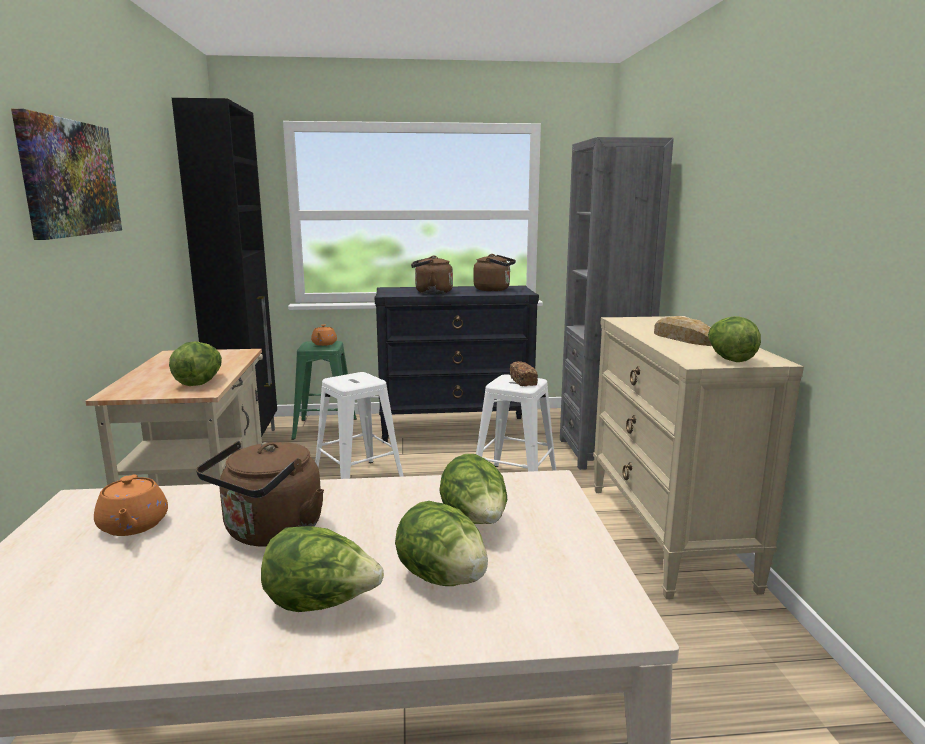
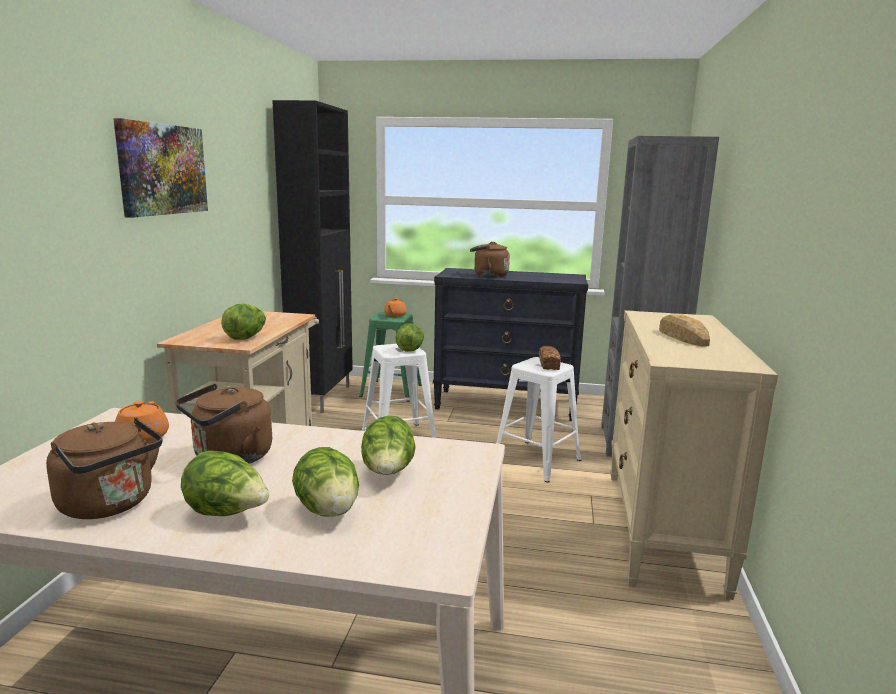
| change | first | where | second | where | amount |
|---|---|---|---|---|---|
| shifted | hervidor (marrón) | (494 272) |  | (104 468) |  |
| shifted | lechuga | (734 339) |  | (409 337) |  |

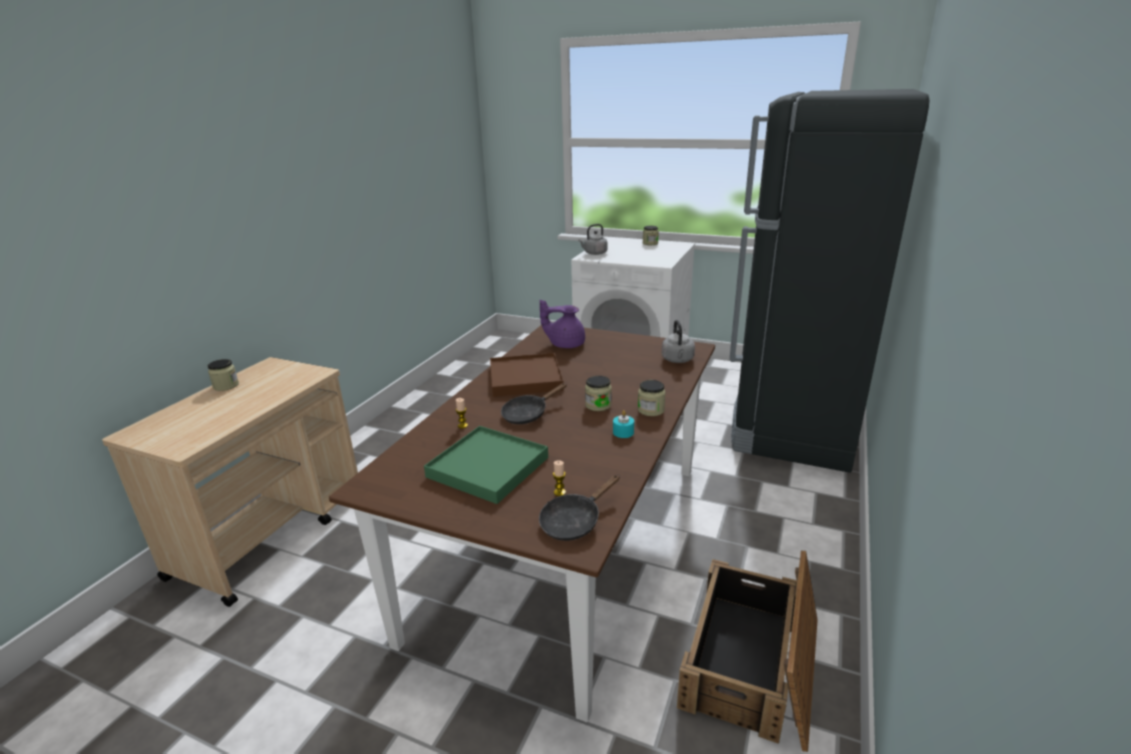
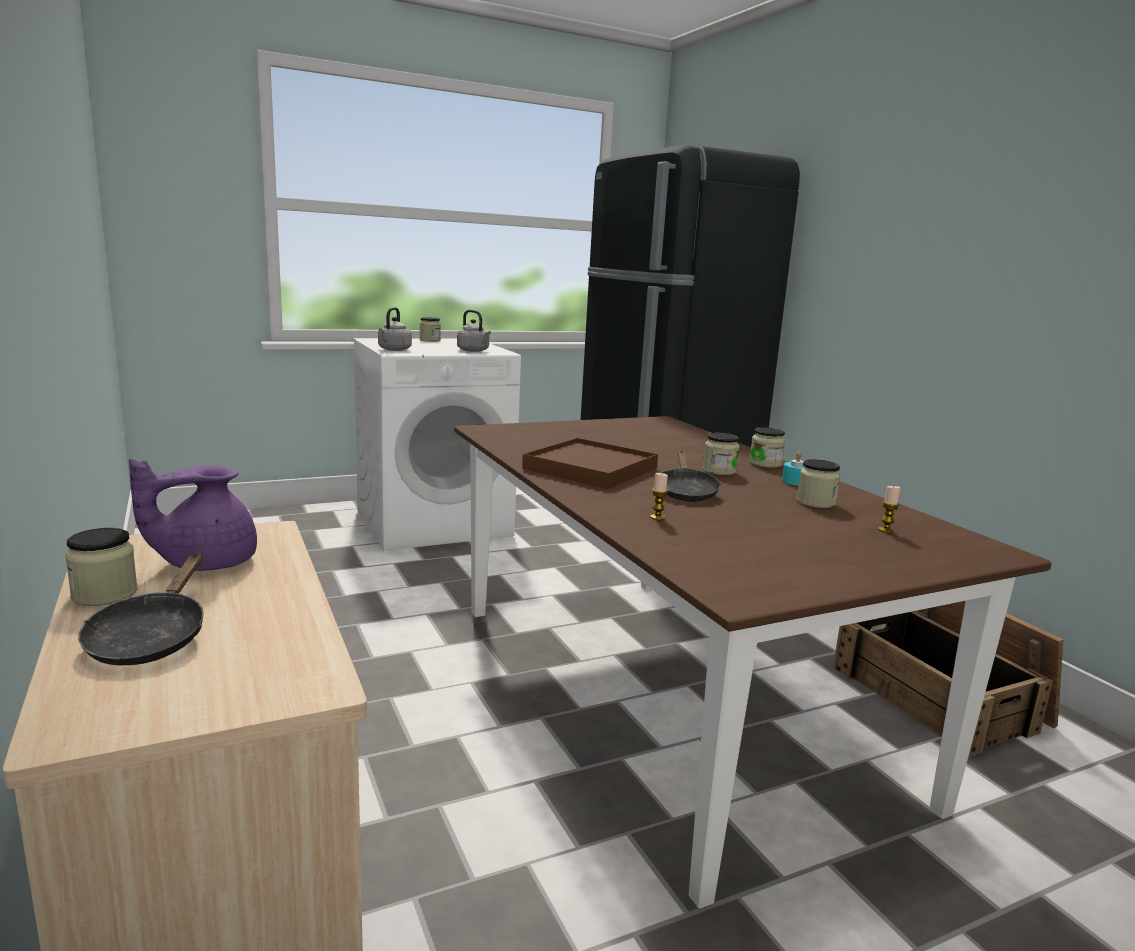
| change | first | where | second | where | amount |
|---|---|---|---|---|---|
| shifted | sartén (negro) | (579 507) |  | (141 609) |  |
| shifted | tetera (morado) | (562 323) |  | (193 515) |  |
| shifted | hervidor (gris) | (678 341) |  | (474 331) |  |
| new |  |  | tarro | (818 483) |  |
| gone | bandeja (verde) | (486 465) |  |  |  |

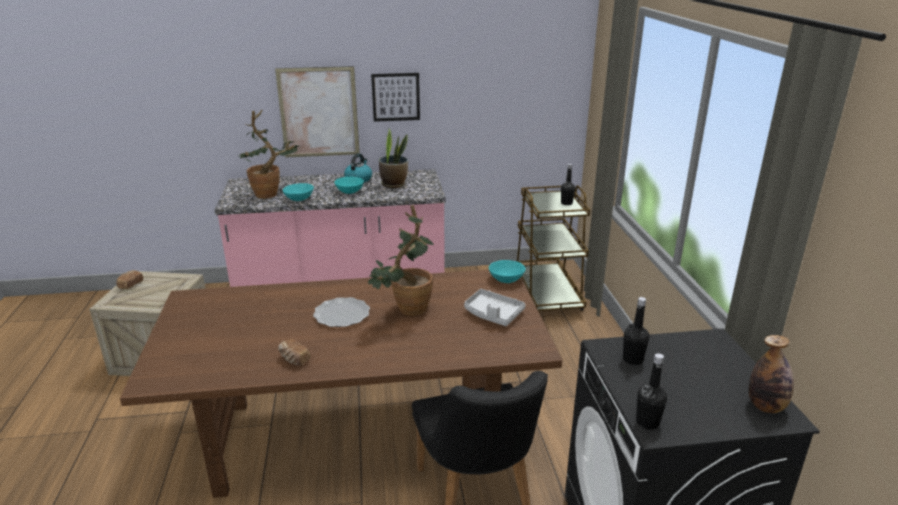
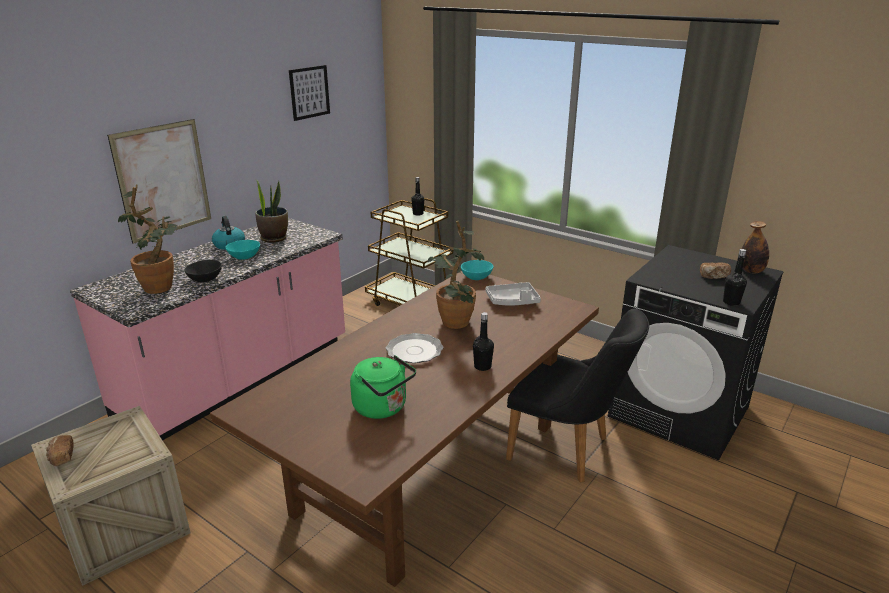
| change | first | where | second | where | amount |
|---|---|---|---|---|---|
| repainted | cuenco (turquesa) | (298 192) | cuenco (negro) | (203 271) |  |
| shifted | cuadro | (395 97) |  | (309 93) |  |
| new |  |  | hervidor (verde) | (383 387) |  |
| shifted | botella (negro) | (636 331) |  | (483 341) |  |
| shifted | pan | (294 352) |  | (715 270) |  |

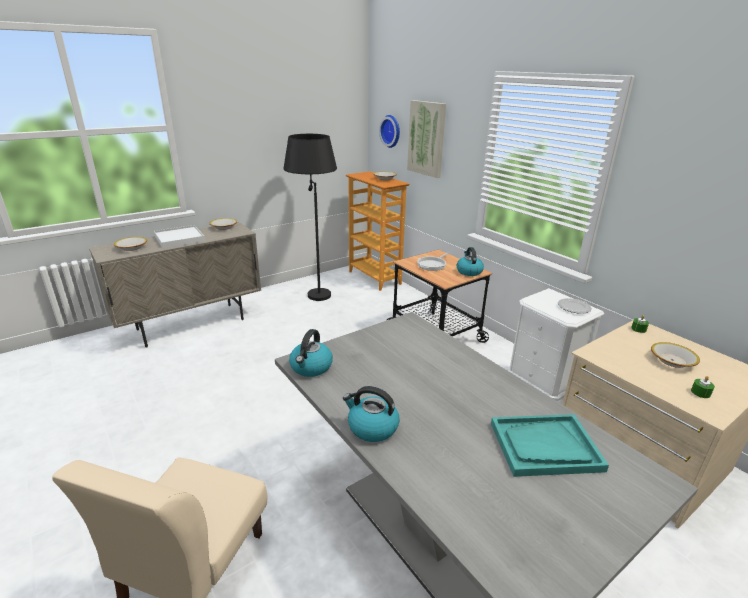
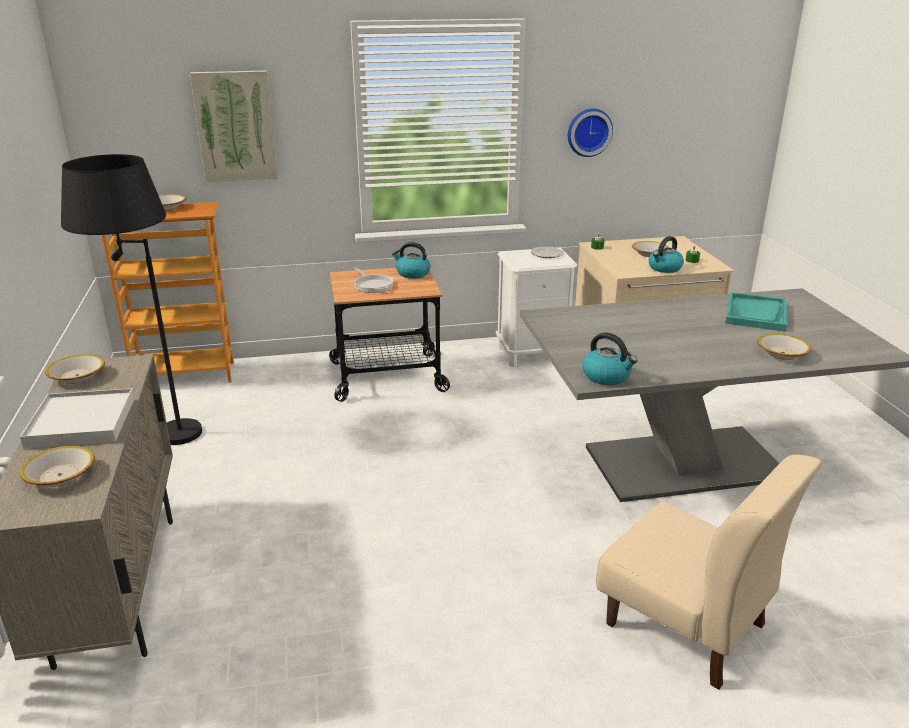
| change | first | where | second | where | amount |
|---|---|---|---|---|---|
| shifted | reloj de pared | (389 131) |  | (590 132) |  |
| shifted | hervidor | (371 414) |  | (666 254) |  |
| new |  |  | cuenco | (784 347) |  |

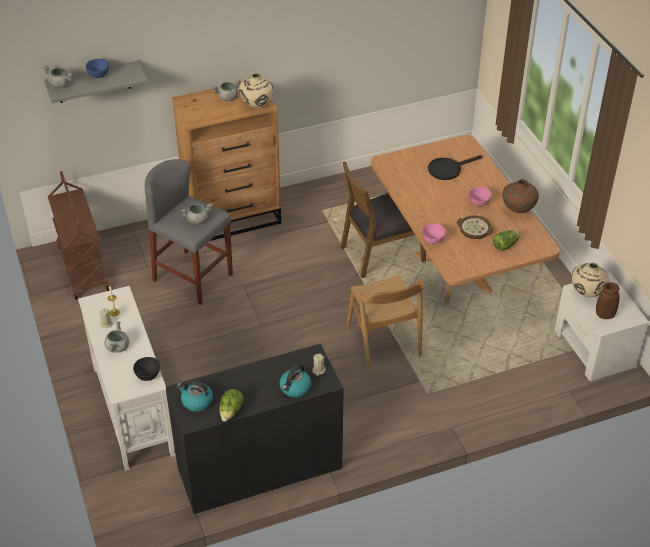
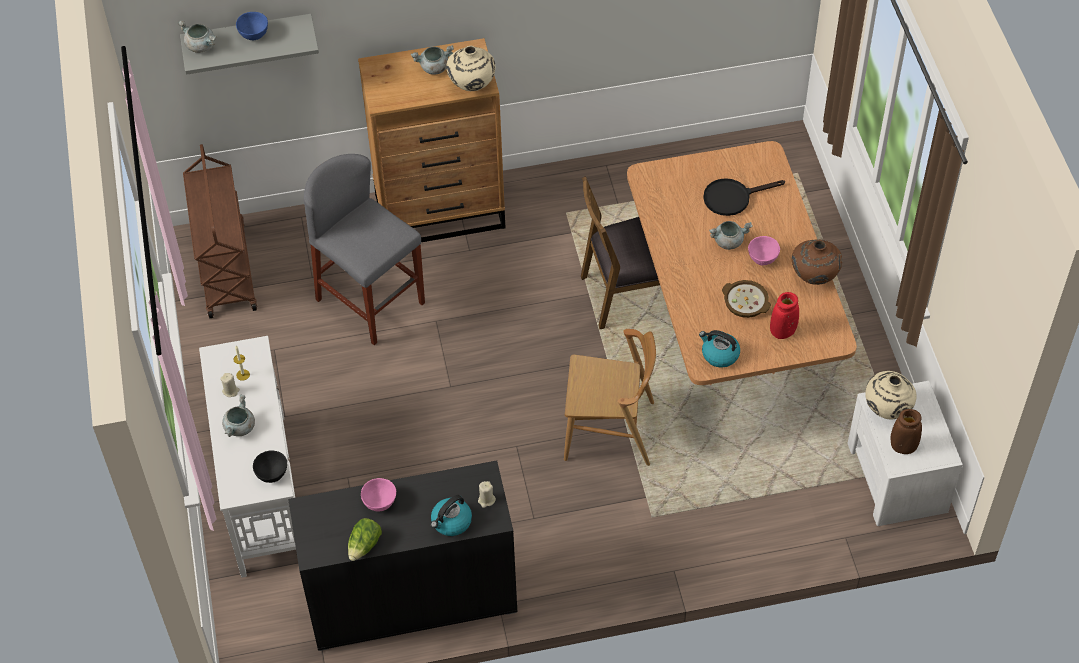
| change | first | where | second | where | amount |
|---|---|---|---|---|---|
| shifted | cuenco (rosa) | (434 234) |  | (378 494) |  |
| rotated | silla (marrón) | (385 322) |  | (610 397) | 75 degrees counterclockwise |
| shifted | hervidor | (195 396) |  | (719 349) |  |
| shifted | olla (gris) | (197 213) |  | (731 235) |  |
| swapped | lechuga | (506 240) | florero (rojo) | (784 315) |  |

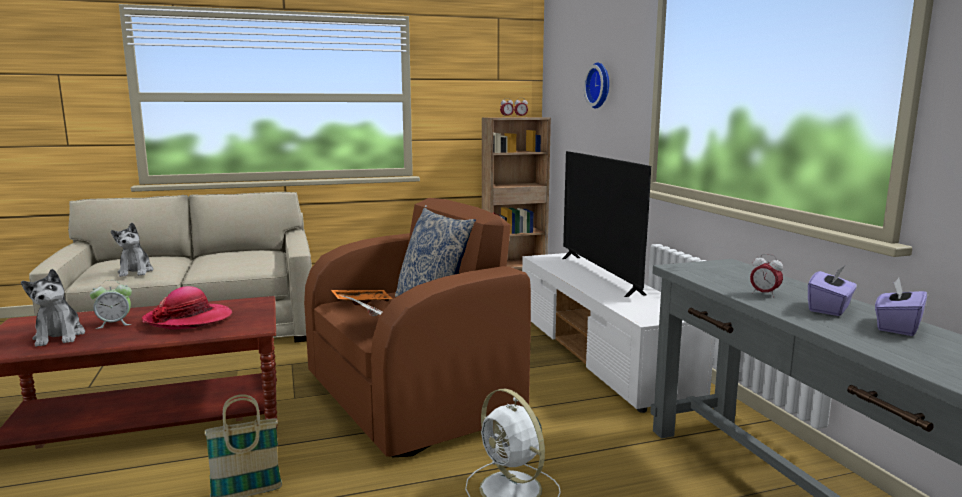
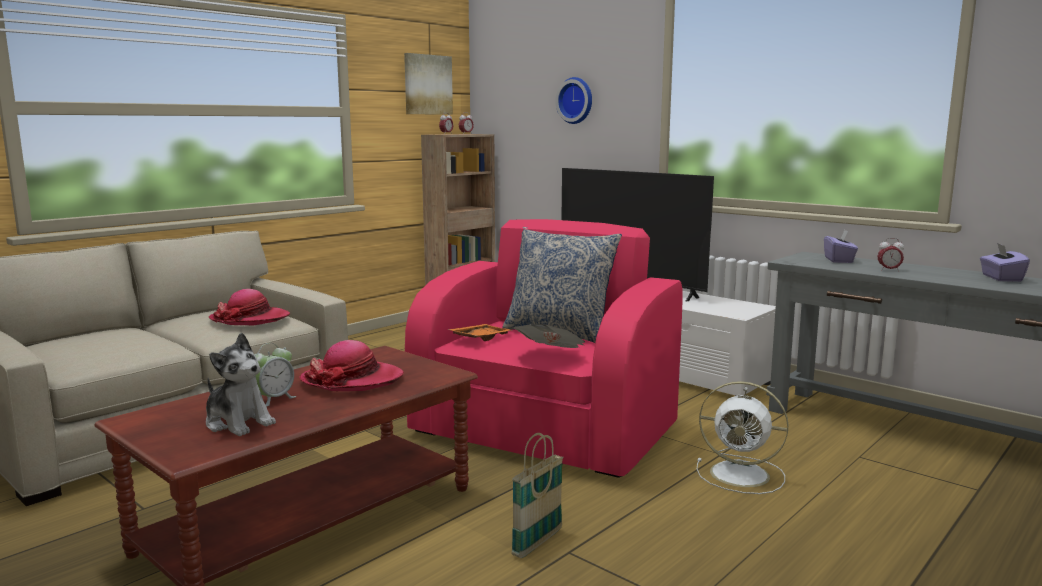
| change | first | where | second | where | amount |
|---|---|---|---|---|---|
| new |  |  | sombrero | (249 307) |  |
| new |  |  | cuadro | (428 84) |  |
| repainted | sillón (marrón) | (417 327) | sillón (rosa) | (544 348) |  |
| shifted | caja de pañuelos (morado) | (832 291) |  | (841 246) |  |
| gone | peluche | (132 250) |  |  |  |

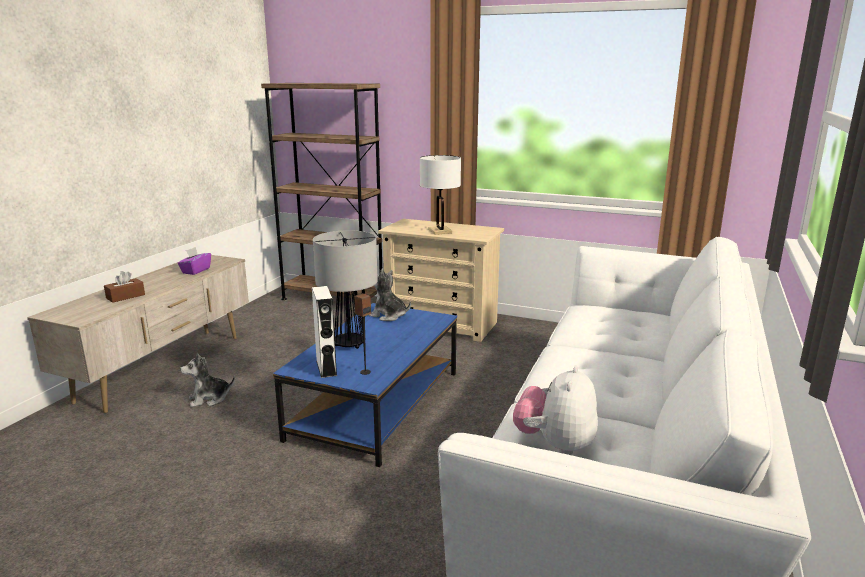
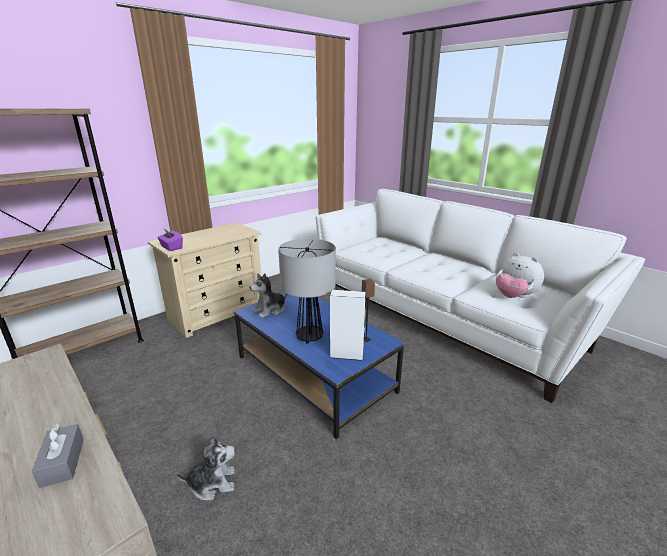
| change | first | where | second | where | amount |
|---|---|---|---|---|---|
| repainted | caja de pañuelos (marrón) | (124 287) | caja de pañuelos (gris) | (58 455) |  |
| shifted | caja de pañuelos (morado) | (194 261) |  | (170 240) |  |
| rotated | peluche | (207 380) |  | (205 467) | 105 degrees counterclockwise |
| gone | lámpara de mesa (blanco) | (440 195) |  |  |  |

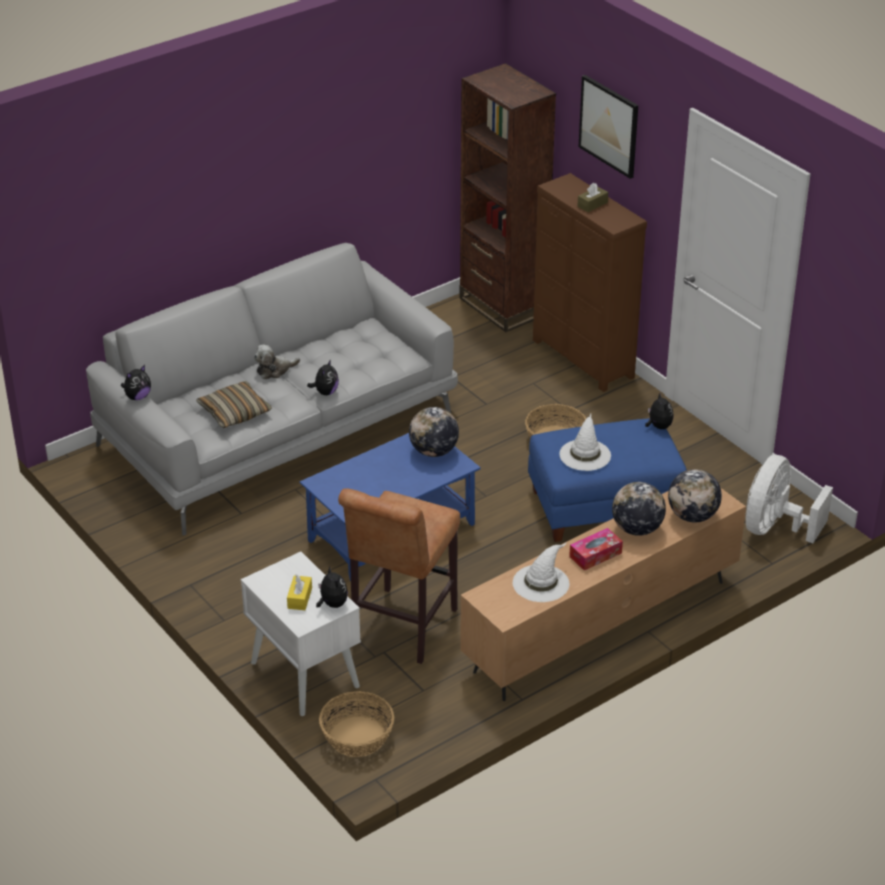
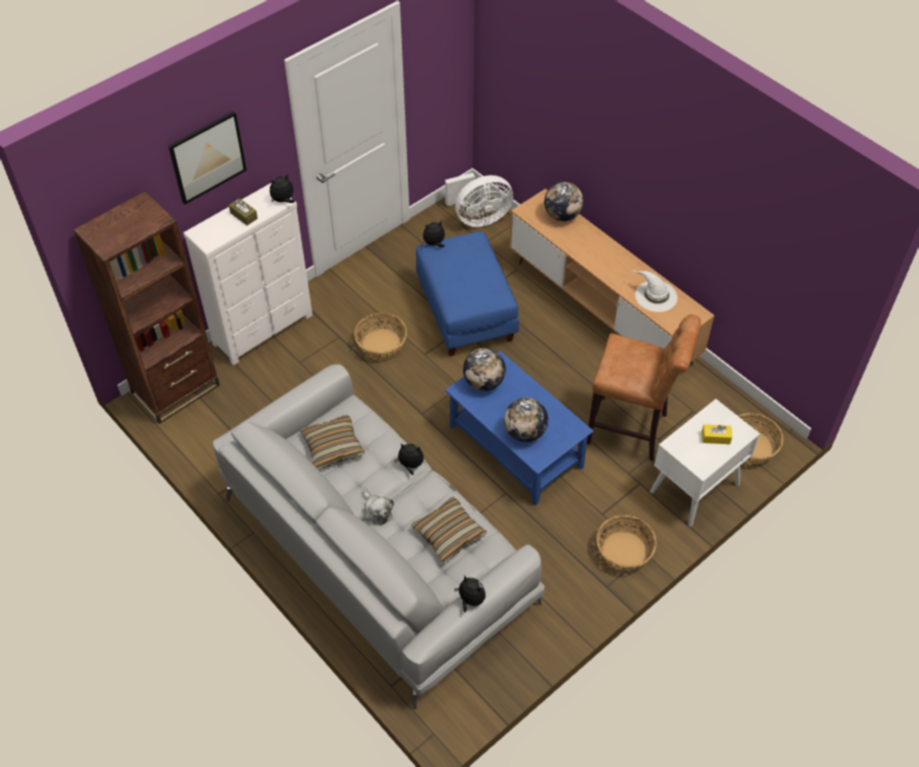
| change | first | where | second | where | amount |
|---|---|---|---|---|---|
| repainted | cómoda (marrón) | (590 282) | cómoda (blanco) | (248 274) |  |
| shifted | peluche | (332 587) |  | (282 188) |  |
| new |  |  | cojín | (332 442) |  |
| rotated | ventilador (blanco) | (789 499) |  | (479 200) | 45 degrees counterclockwise |
| shifted | globo terráqueo | (639 509) |  | (526 420) |  |
| new |  |  | cesta | (626 543) |  |
| gone | sombrero (blanco) | (585 442) |  |  |  |
| gone | caja de pañuelos | (596 549) |  |  |  |

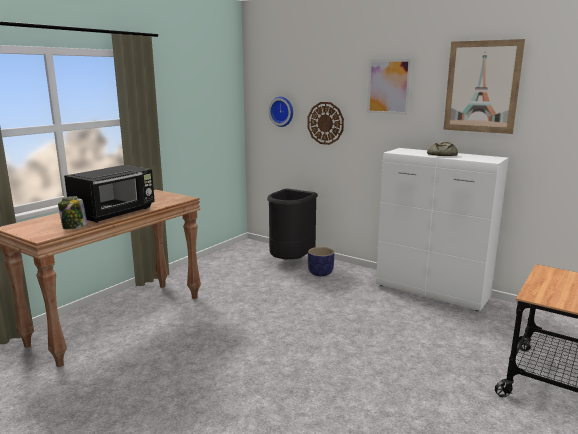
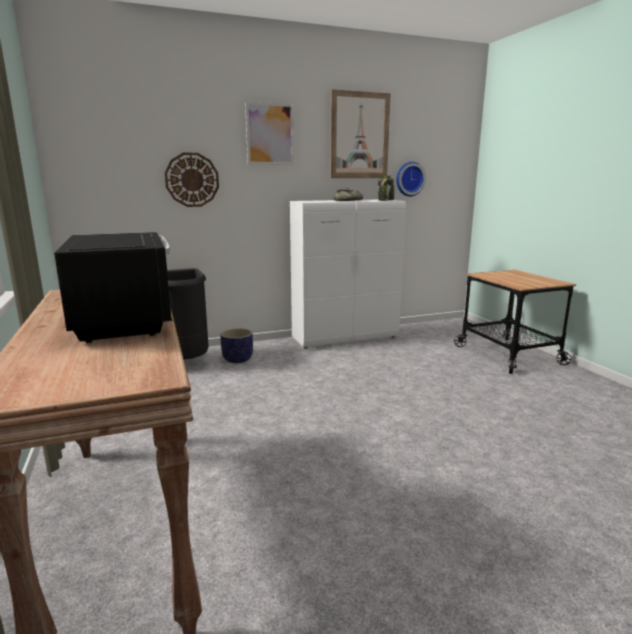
| change | first | where | second | where | amount |
|---|---|---|---|---|---|
| shifted | tarro | (73 212) |  | (386 188) |  |
| shifted | reloj de pared | (281 112) |  | (411 179) |  |

